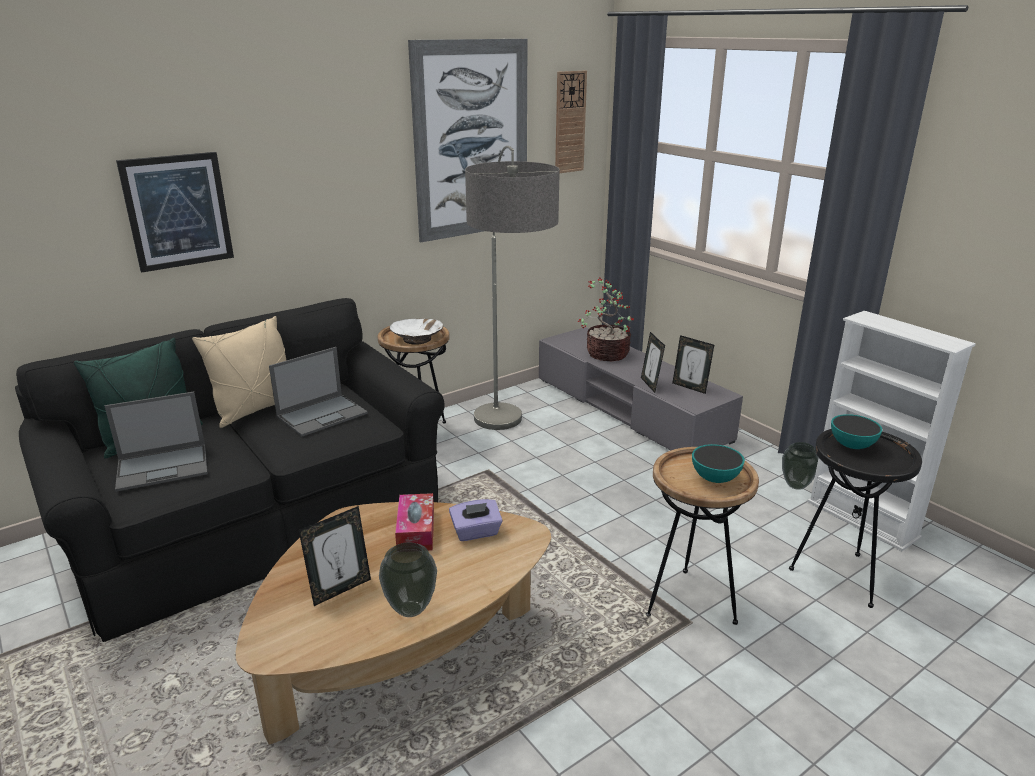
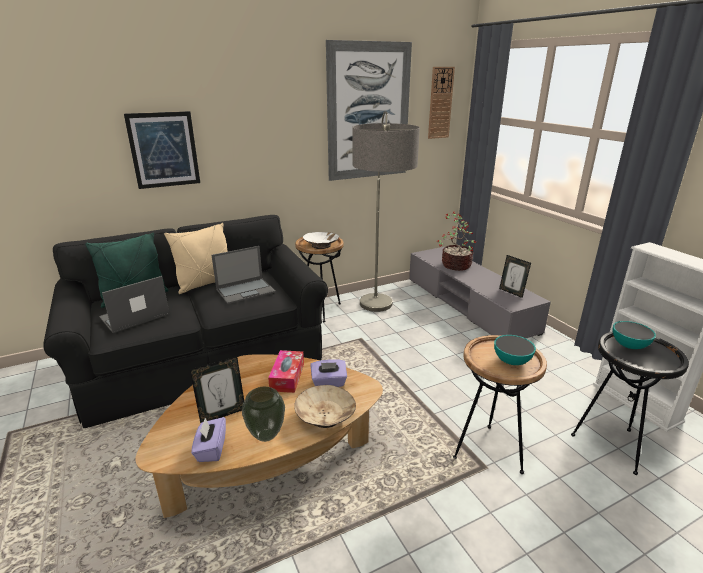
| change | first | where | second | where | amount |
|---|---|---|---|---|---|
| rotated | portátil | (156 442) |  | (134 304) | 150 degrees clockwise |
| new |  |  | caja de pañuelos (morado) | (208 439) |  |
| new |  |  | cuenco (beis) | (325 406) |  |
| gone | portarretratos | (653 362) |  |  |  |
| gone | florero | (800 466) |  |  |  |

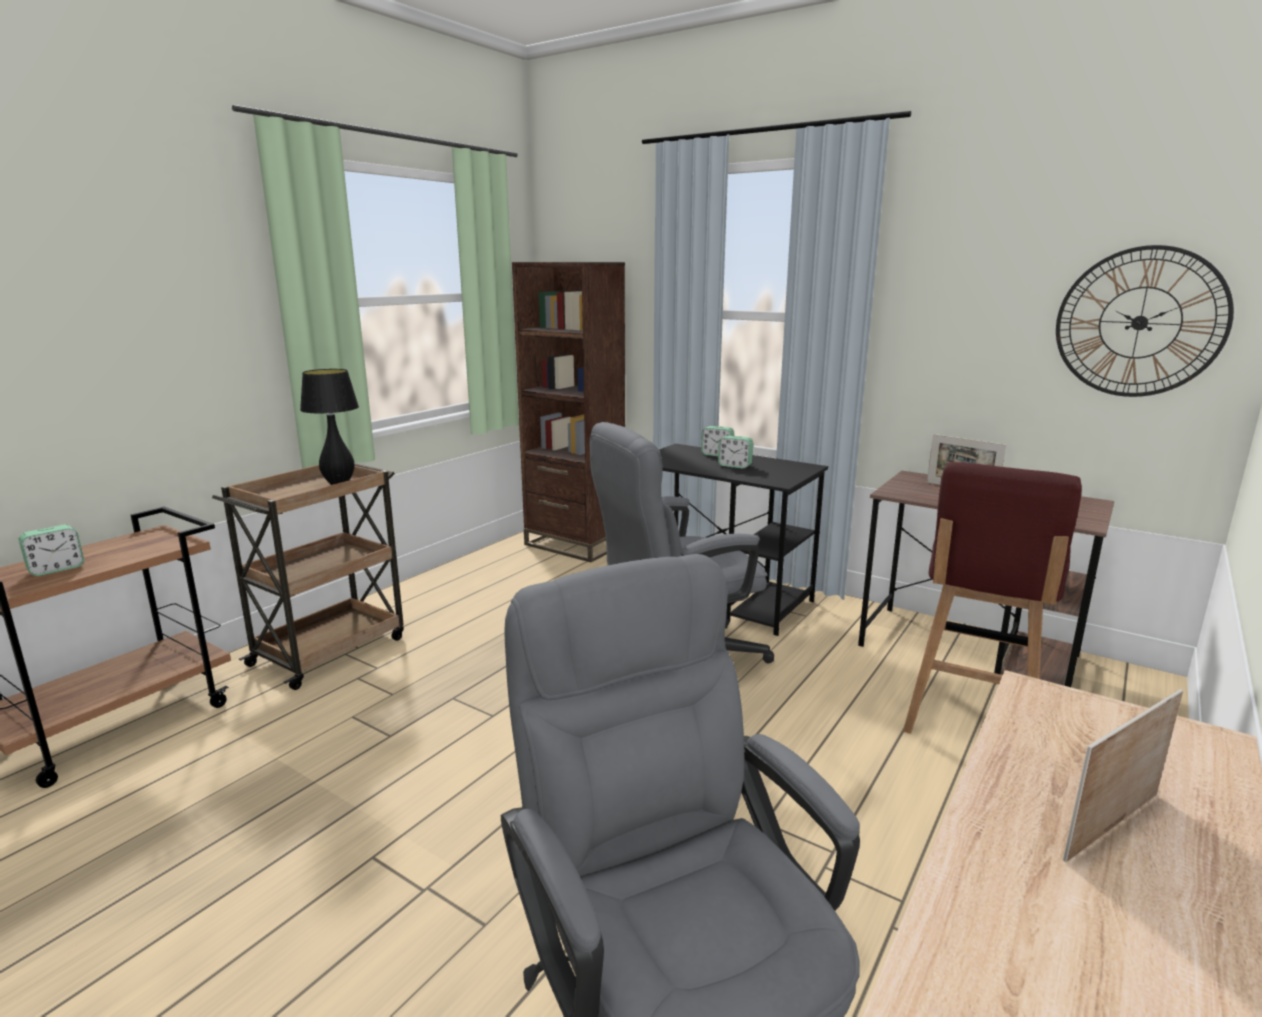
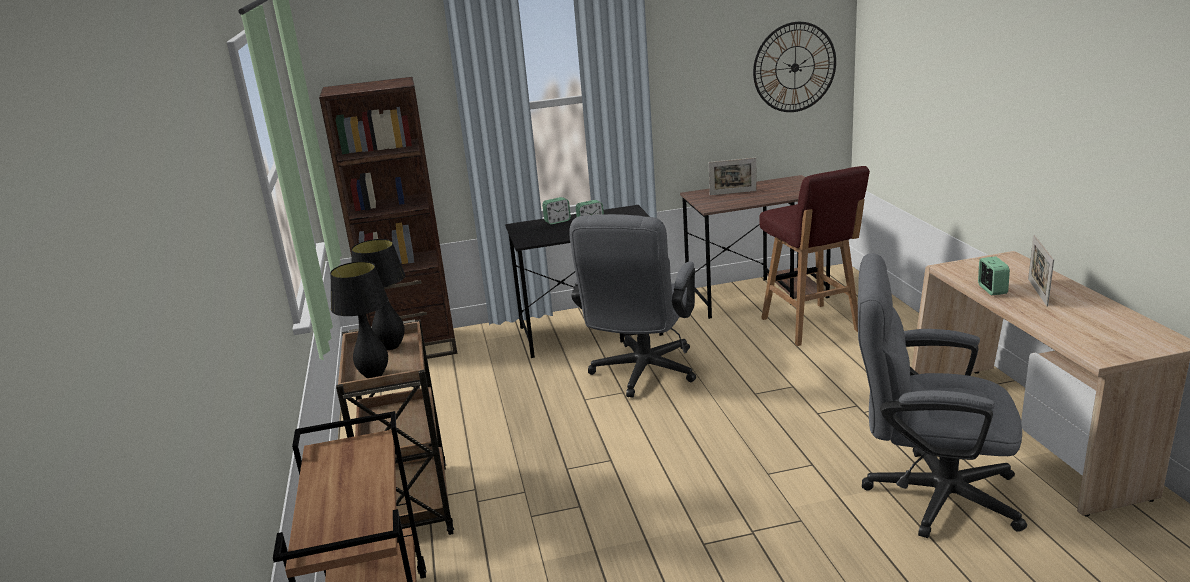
| change | first | where | second | where | amount |
|---|---|---|---|---|---|
| new |  |  | lámpara de mesa (negro) | (359 319) |  |
| shifted | despertador | (51 550) |  | (994 275) |  |

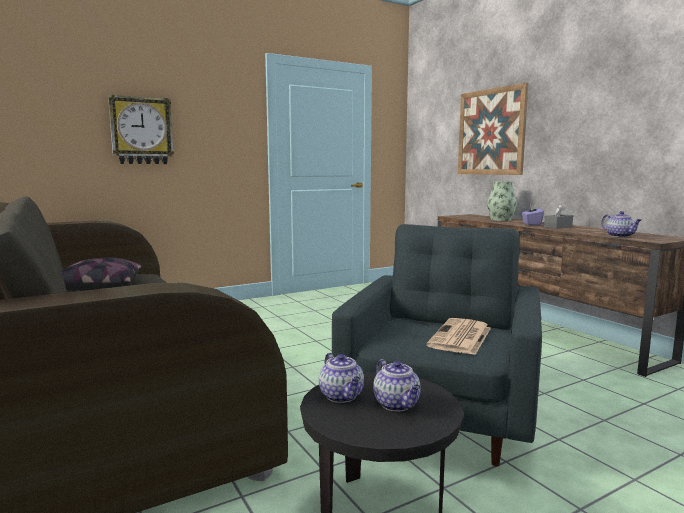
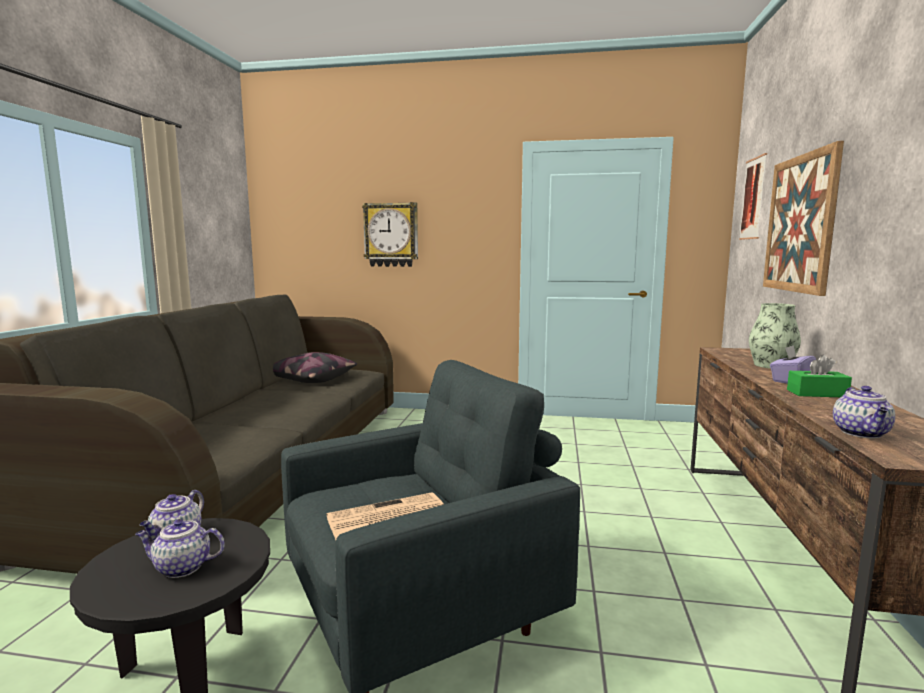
| change | first | where | second | where | amount |
|---|---|---|---|---|---|
| rotated | tetera | (397 385) |  | (180 548) | 75 degrees clockwise |
| new |  |  | cuadro | (753 196) |  |
| repainted | caja de pañuelos (gris) | (558 216) | caja de pañuelos (verde) | (819 376) |  |

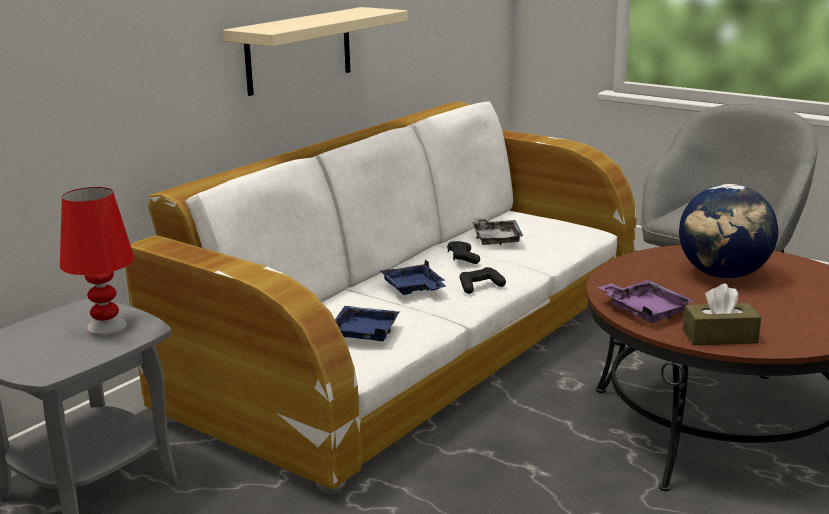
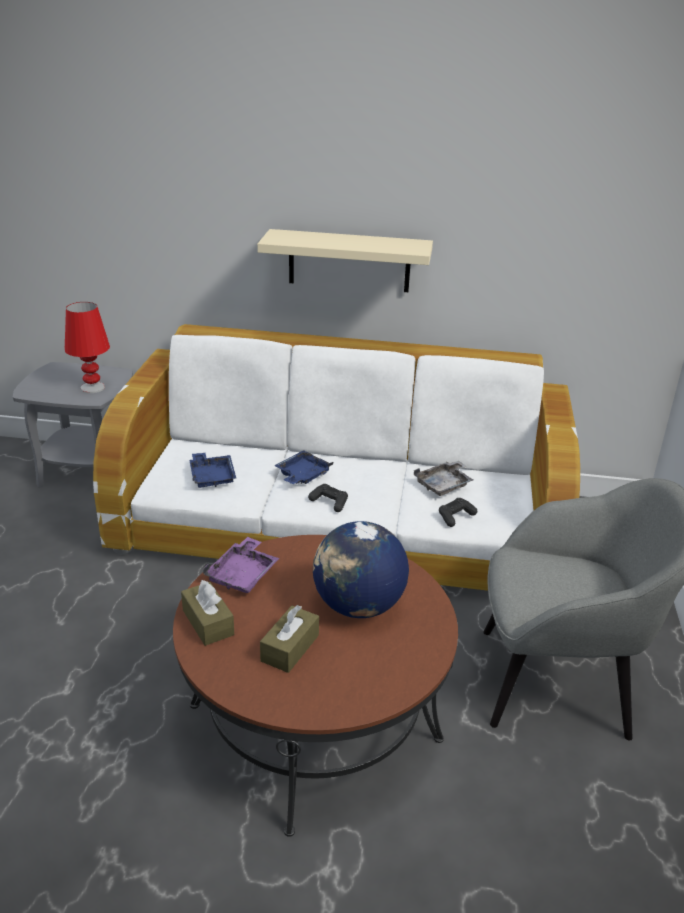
| change | first | where | second | where | amount |
|---|---|---|---|---|---|
| new |  |  | caja de pañuelos (marrón) | (289 639) |  |
| shifted | mando de consola (negro) | (463 252) |  | (458 512) |  |

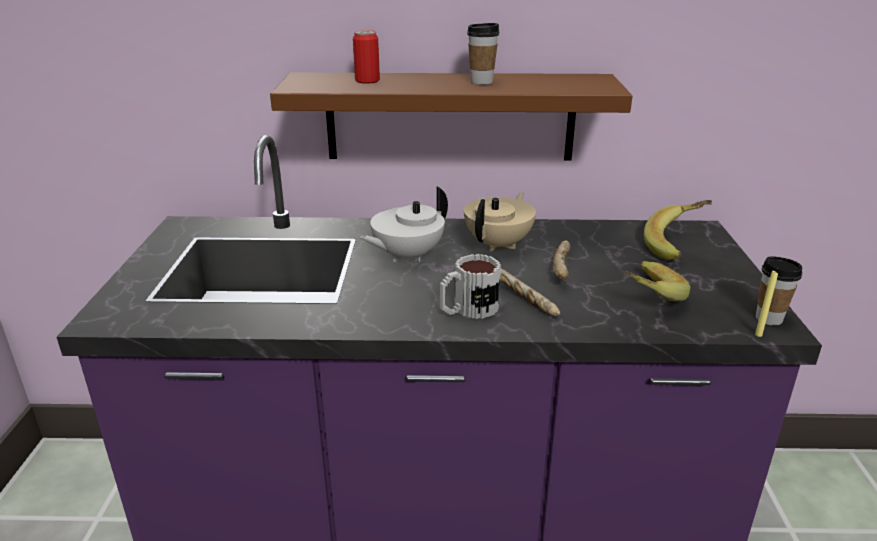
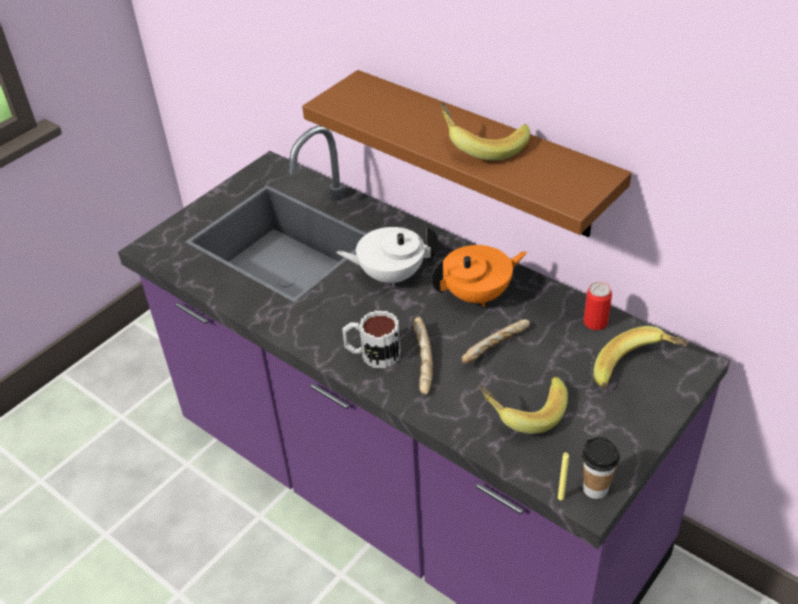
| change | first | where | second | where | amount |
|---|---|---|---|---|---|
| repainted | tetera (beis) | (500 222) | tetera (naranja) | (479 276) |  |
| swapped | taza | (483 54) | plátano | (485 132) |  |
| shifted | lata | (366 57) |  | (598 306) |  |

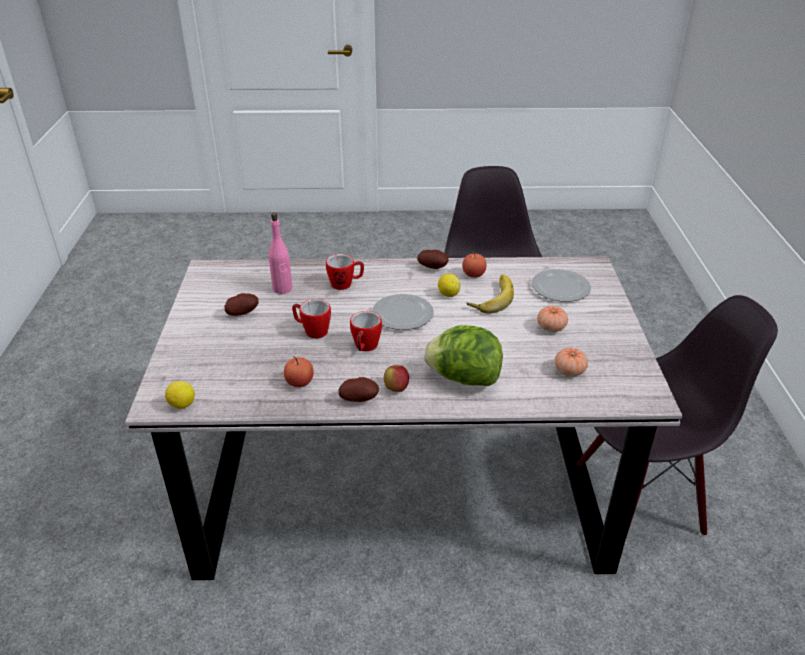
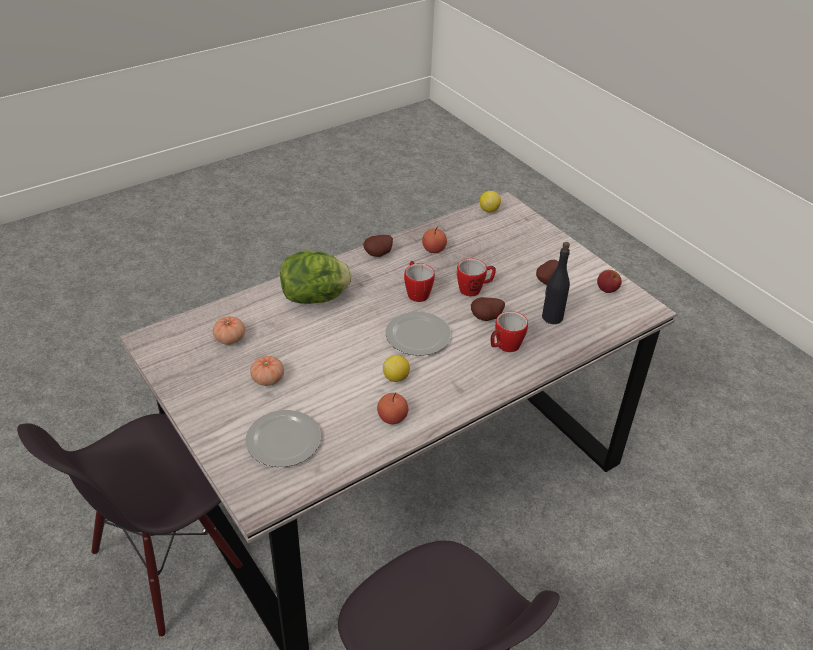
| change | first | where | second | where | amount |
|---|---|---|---|---|---|
| shifted | patata | (433 259) |  | (488 309) |  |
| repainted | botella (rosa) | (280 253) | botella (negro) | (556 283) |  |
| shifted | manzana | (396 378) |  | (609 281) |  |
| gone | plátano | (490 294) |  |  |  |

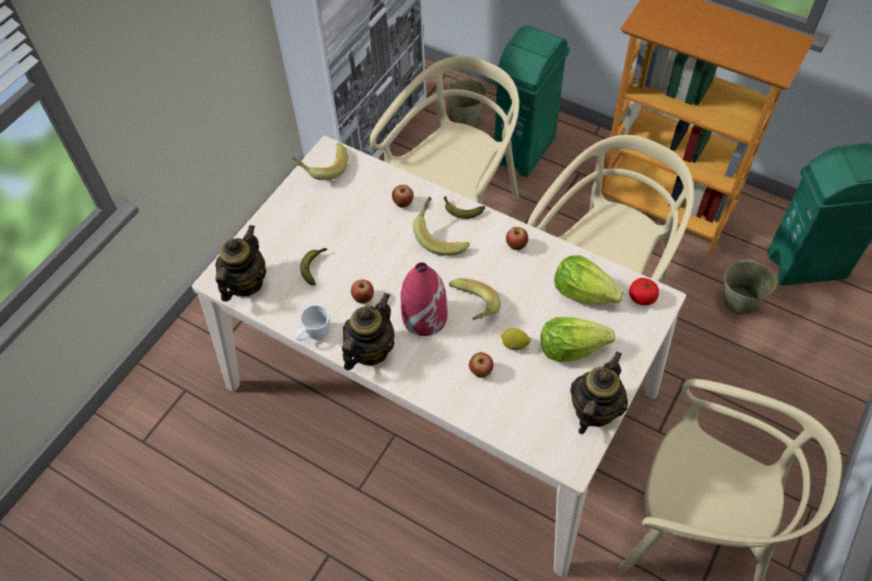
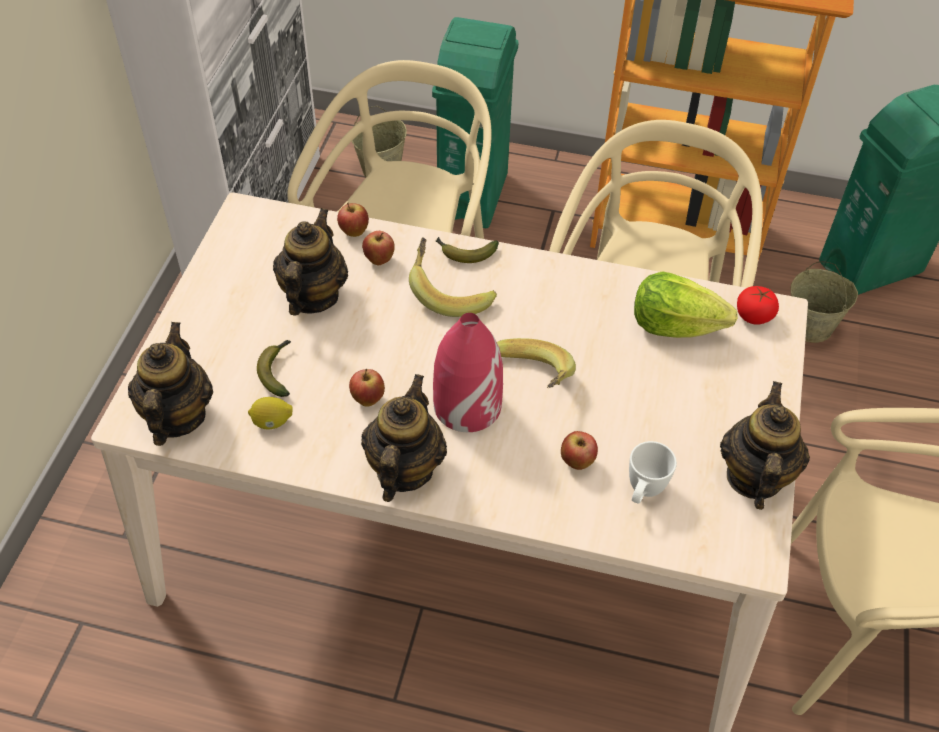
| change | first | where | second | where | amount |
|---|---|---|---|---|---|
| shifted | limón | (516 339) |  | (270 413) |  |
| new |  |  | tetera | (310 261) |  |
| shifted | manzana | (517 238) |  | (353 220) |  |
| shifted | taza grande (blanco) | (312 323) |  | (653 472) |  |
| gone | plátano | (320 161) |  |  |  |
| gone | lechuga | (578 339) |  |  |  |

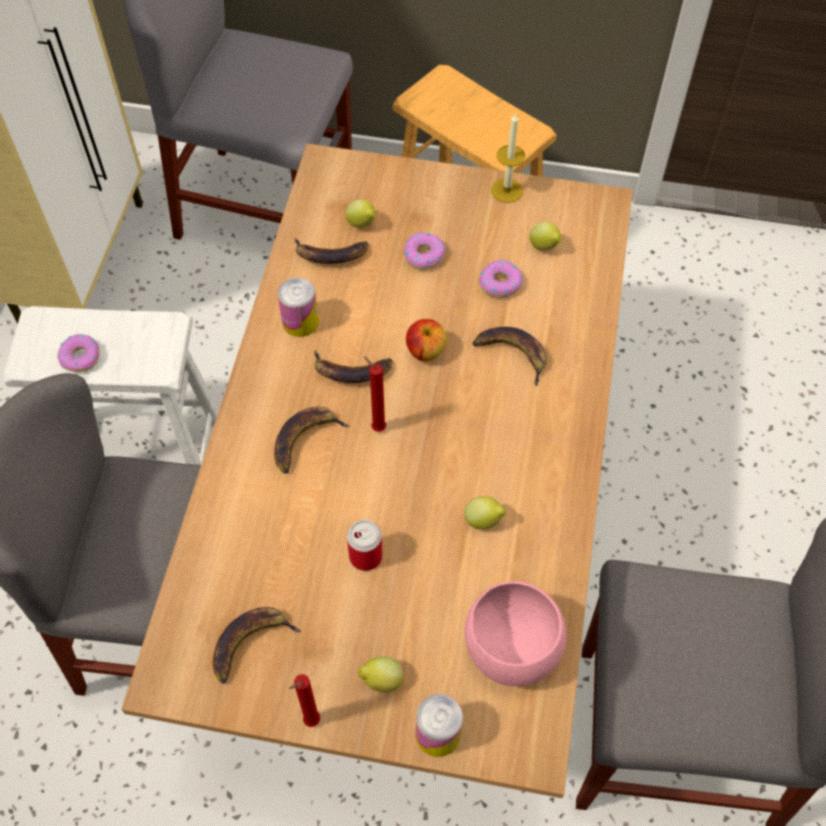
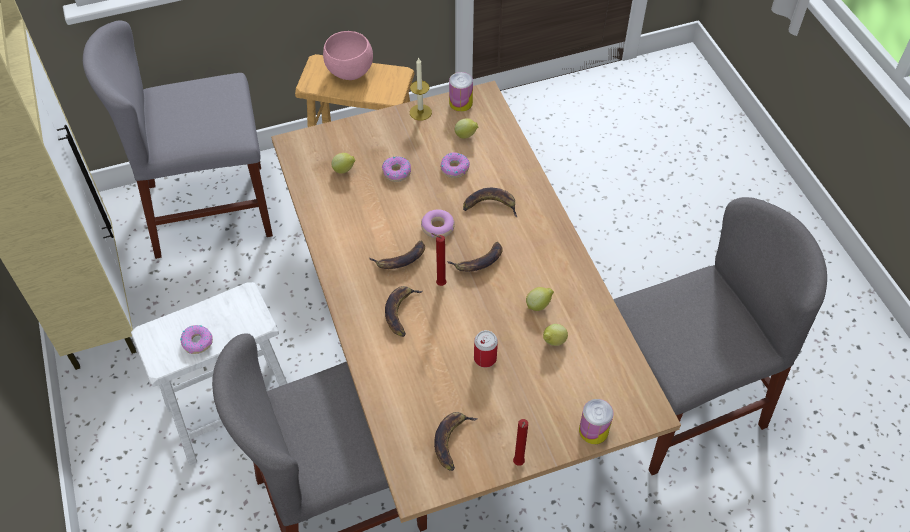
| change | first | where | second | where | amount |
|---|---|---|---|---|---|
| shifted | cuenco (rosa) | (515 633) |  | (348 55) |  |
| swapped | manzana | (426 340) | rosquilla | (438 223) |  |
| shifted | plátano | (331 251) |  | (475 257) |  |
| shifted | lata | (298 307) |  | (461 92) |  |
| shifted | limón | (380 674) |  | (555 335) |  |

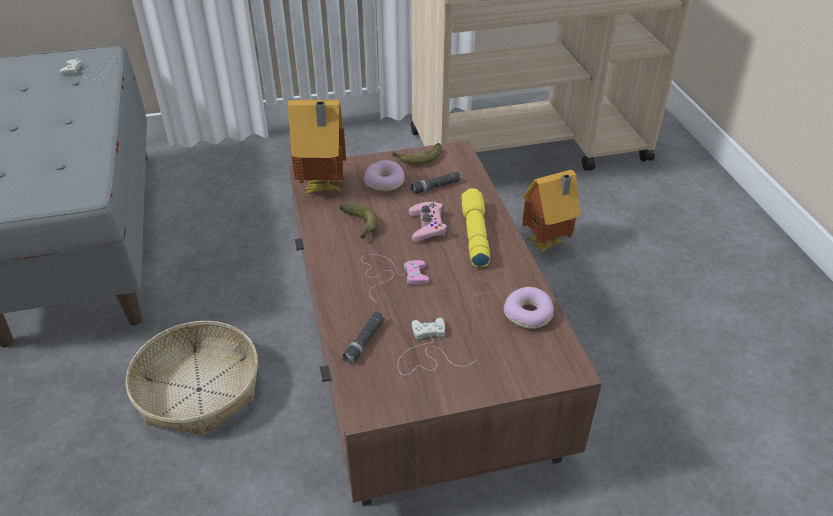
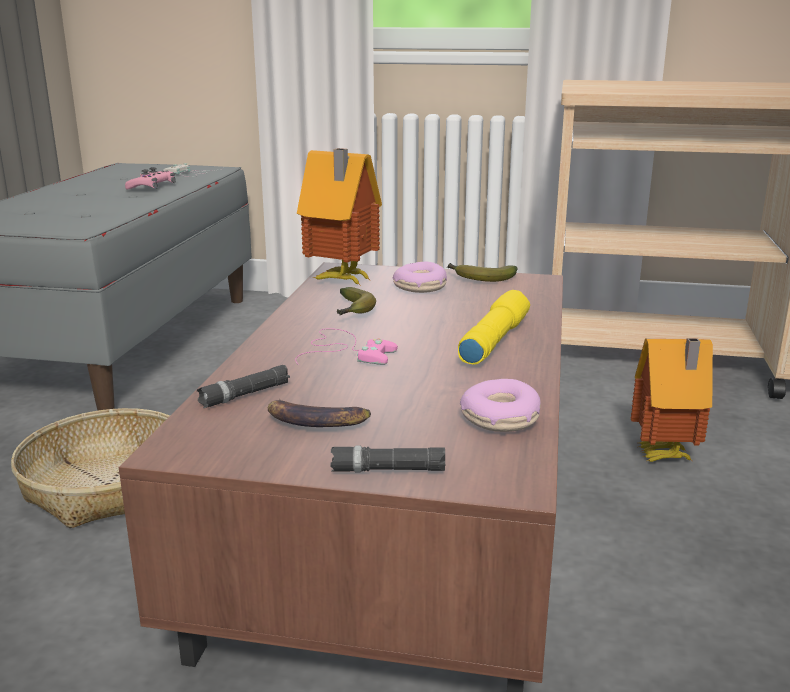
| change | first | where | second | where | amount |
|---|---|---|---|---|---|
| shifted | mando de consola (rosa) | (428 222) |  | (150 178) |  |
| swapped | mando de consola (blanco) | (437 346) | plátano | (319 413) |  |
| shifted | linterna (negro) | (435 183) |  | (387 459) |  |

